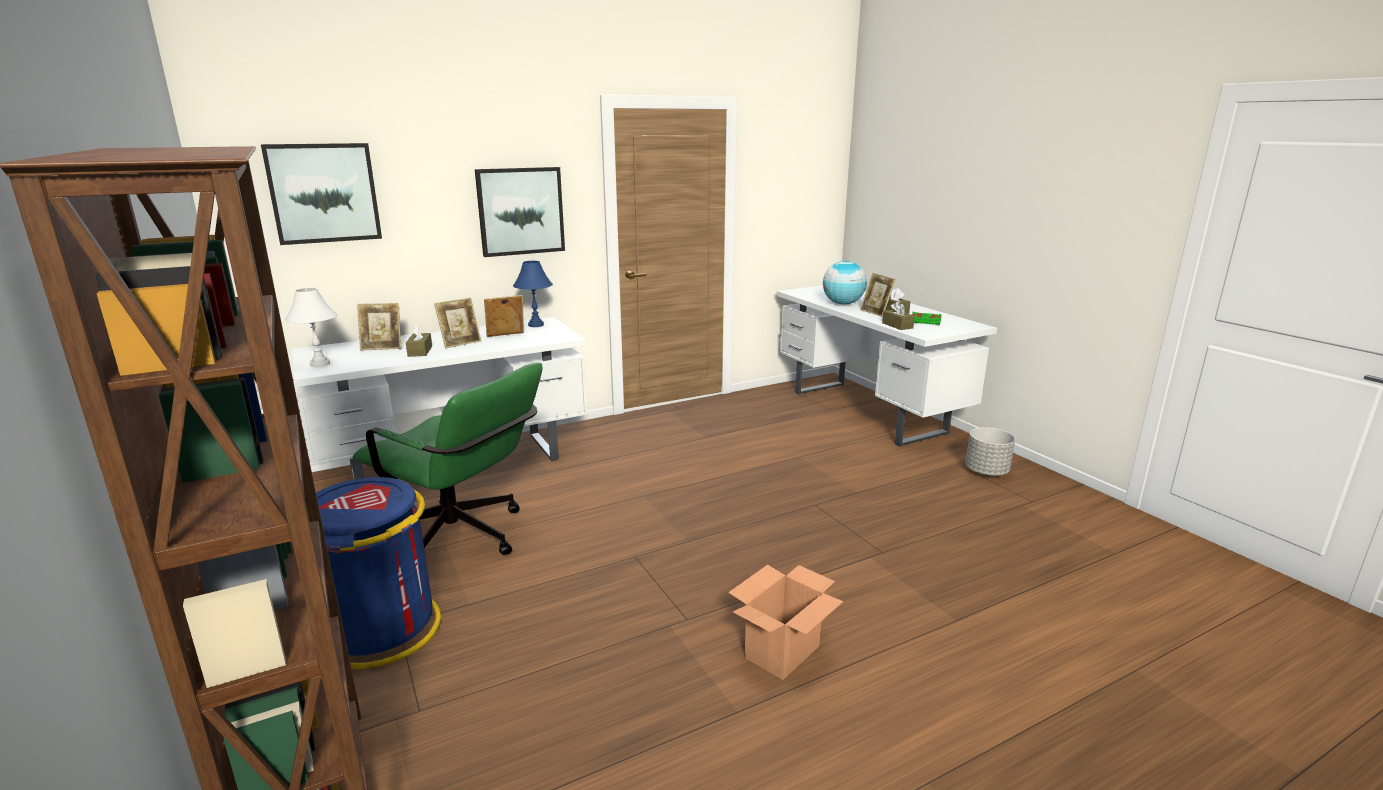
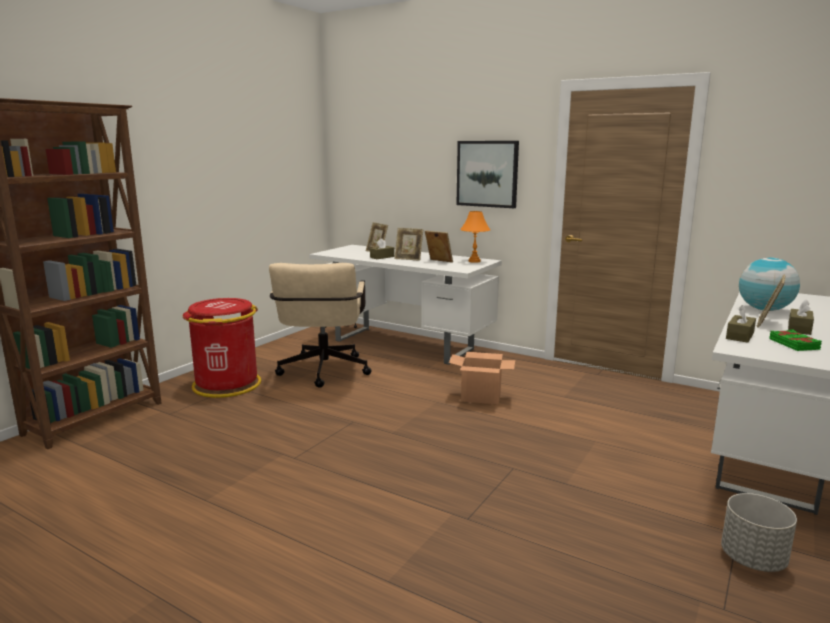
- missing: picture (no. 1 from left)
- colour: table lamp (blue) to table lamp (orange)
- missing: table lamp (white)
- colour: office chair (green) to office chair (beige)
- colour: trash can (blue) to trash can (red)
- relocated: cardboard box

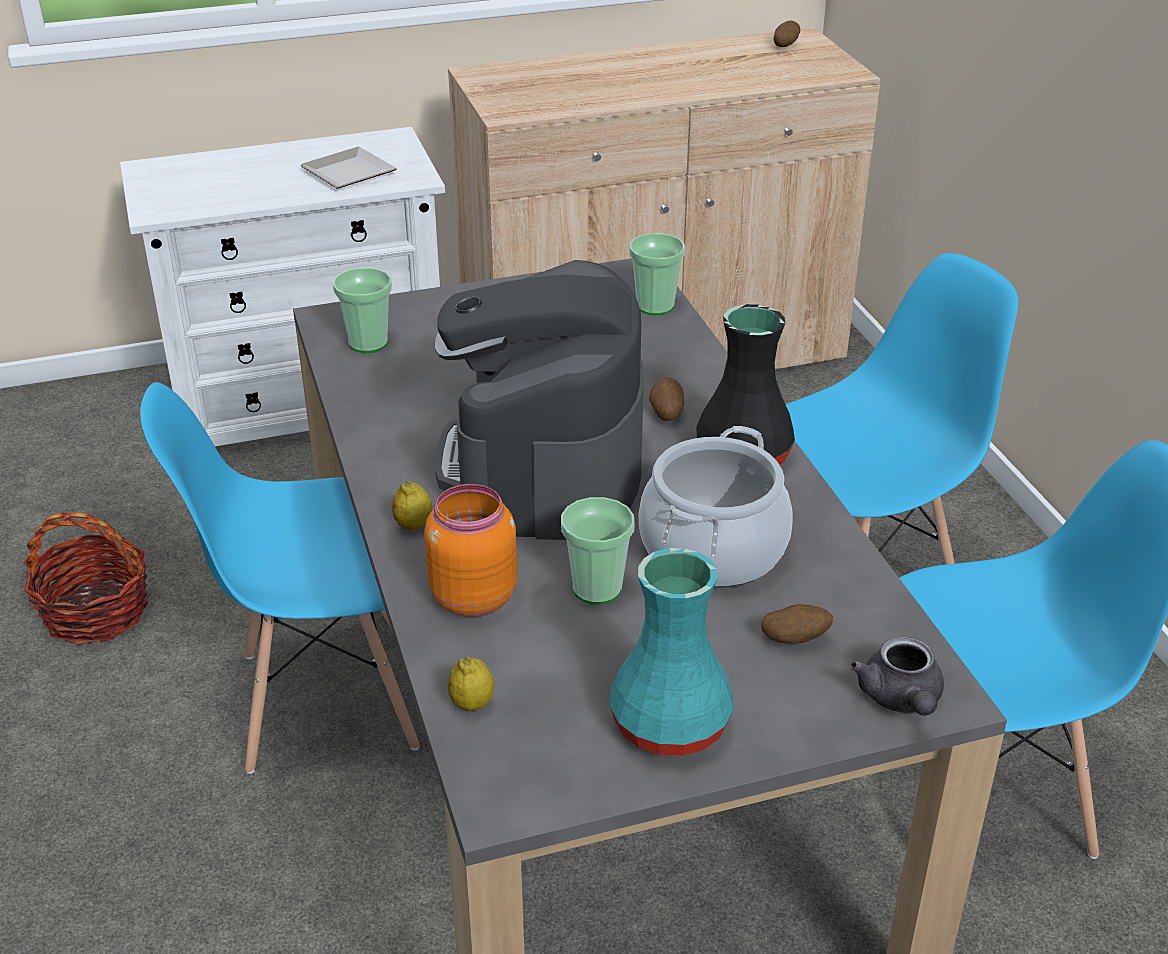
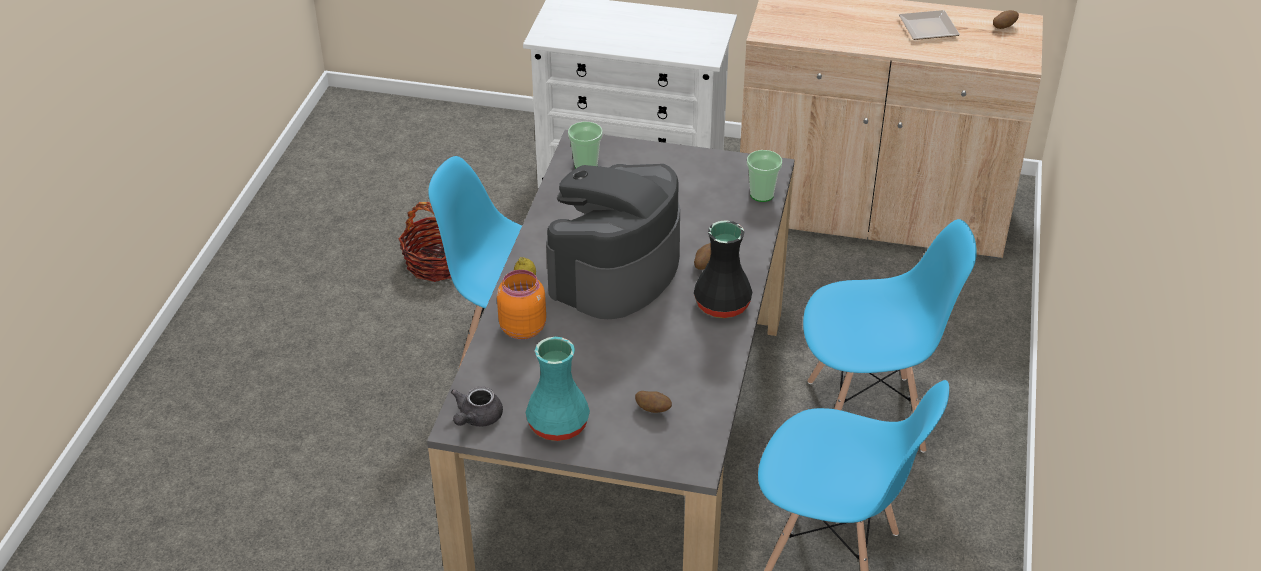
- relocated: plate
- missing: cooking pot
- missing: cup (no. 2 from left)
- relocated: teapot (grey)
- missing: lemon (no. 2 from left)

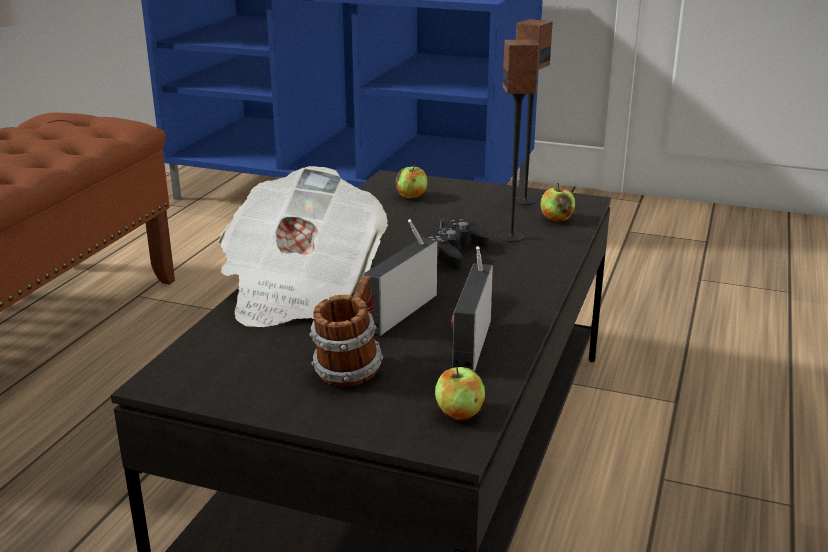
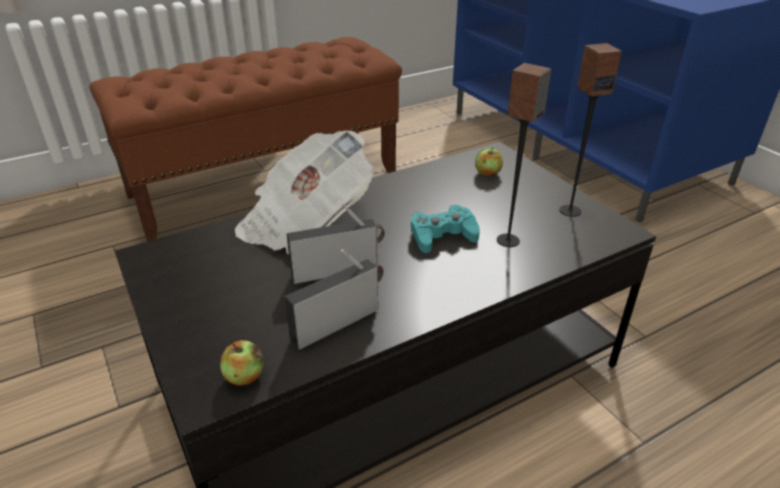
- missing: apple (no. 3 from left)
- colour: game controller (black) to game controller (turquoise)
- missing: mug

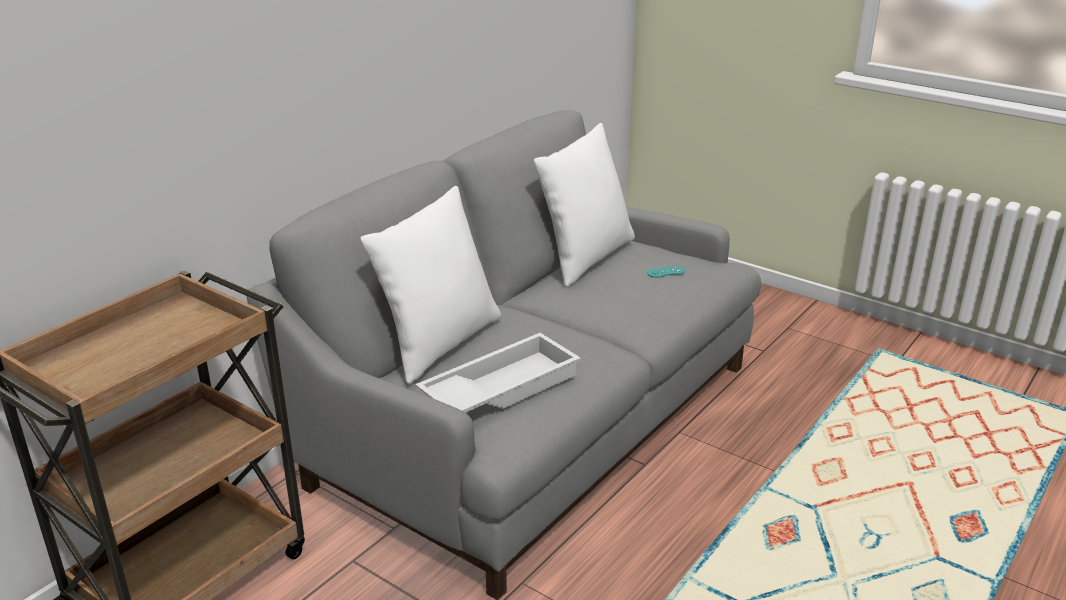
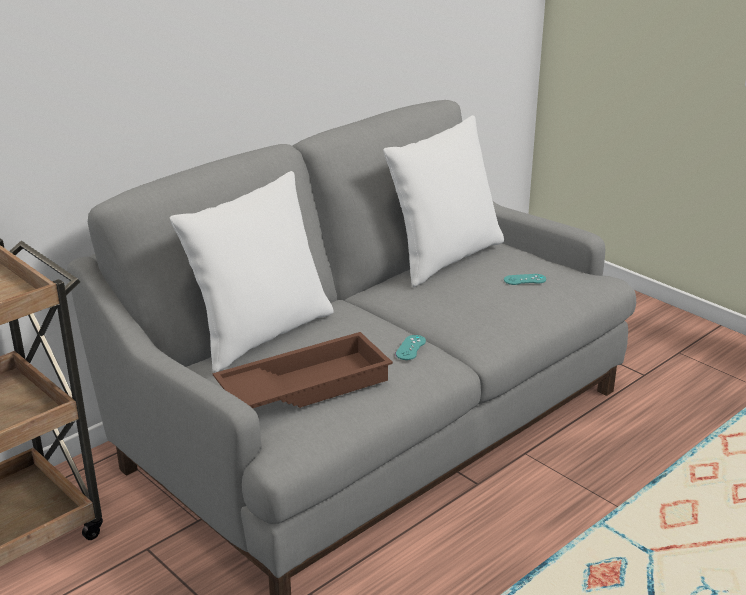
- colour: tray (white) to tray (brown)
- appeared: game controller (turquoise) (no. 1 from left)

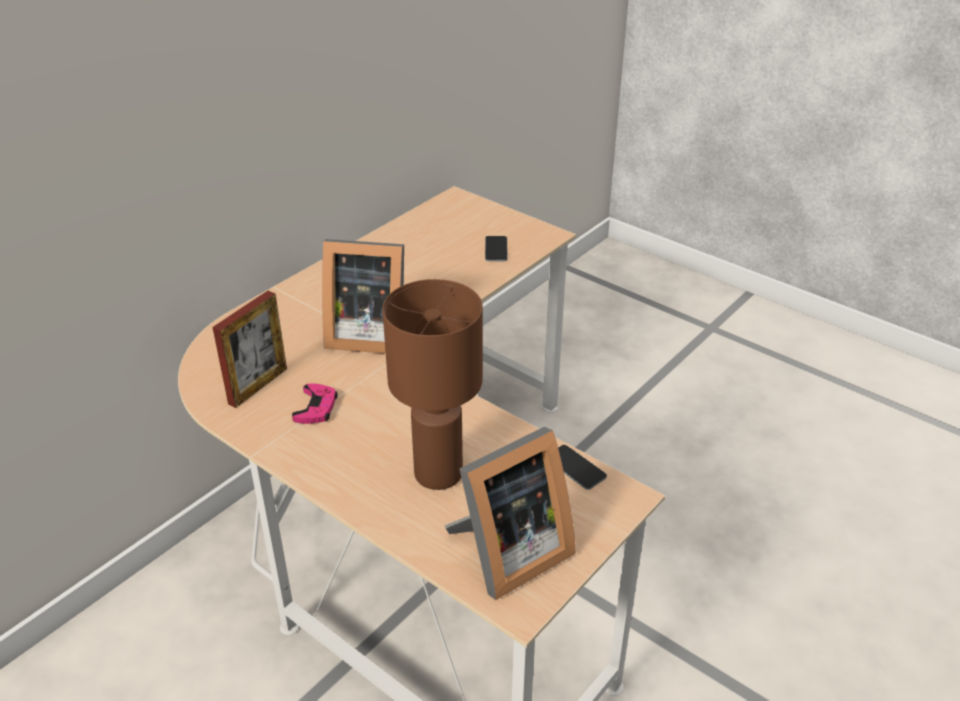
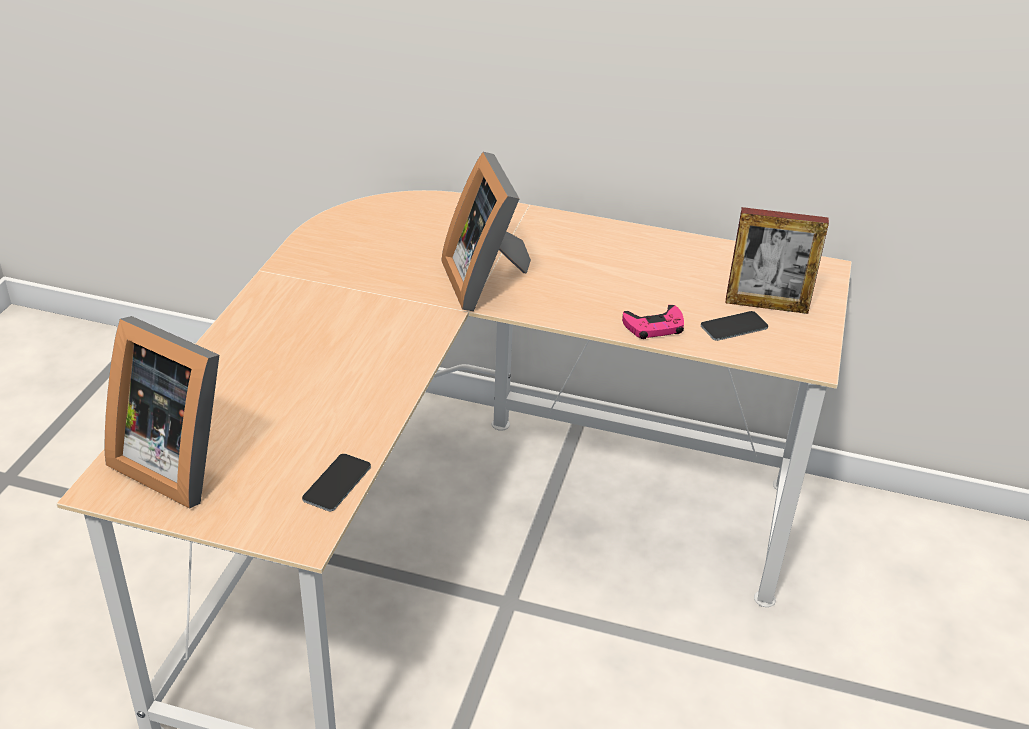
- missing: table lamp (brown)
- relocated: picture frame (no. 1 from left in the first image) to picture frame (no. 3 from left)
- relocated: game controller (pink)

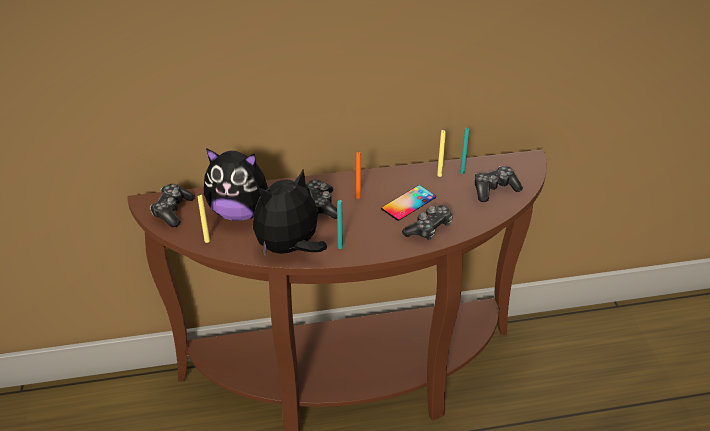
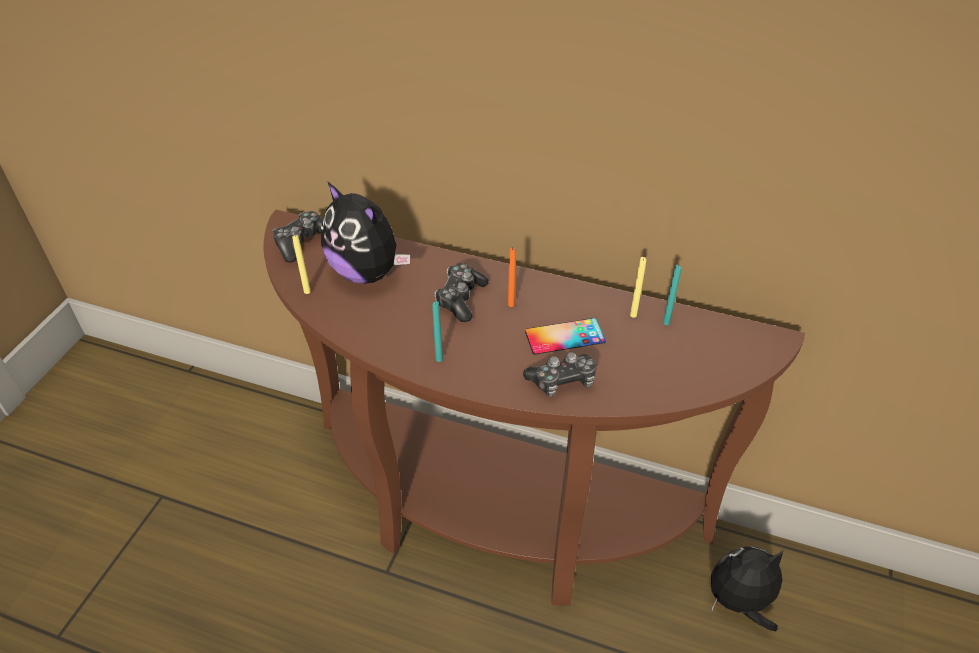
- missing: game controller (no. 4 from left)
- relocated: plush toy (no. 2 from left)

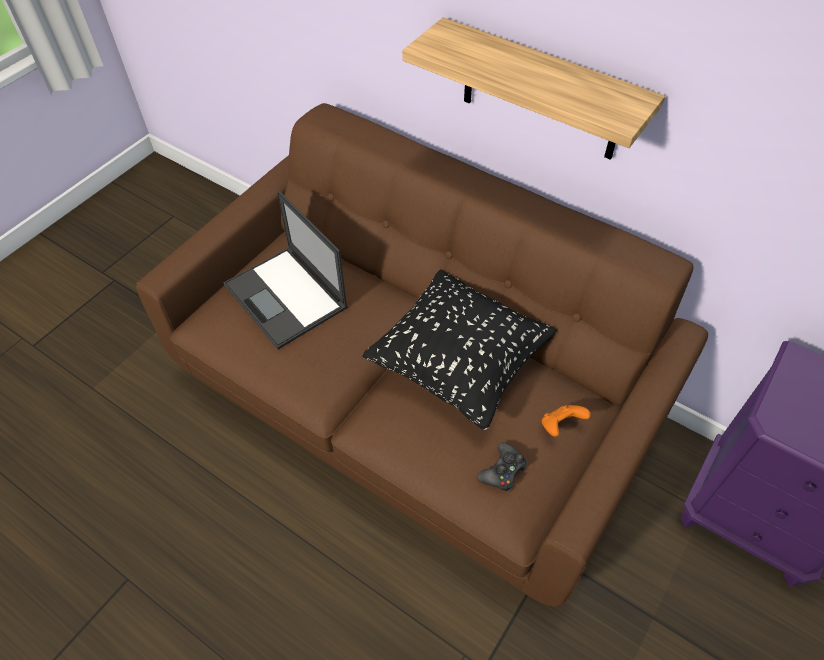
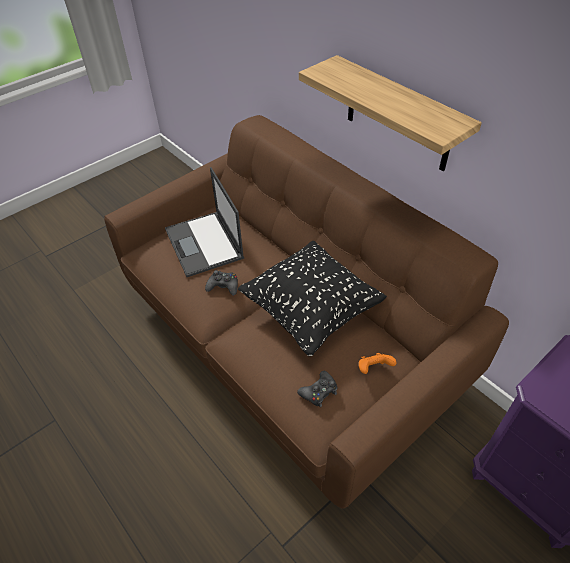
- appeared: game controller (black) (no. 1 from left)

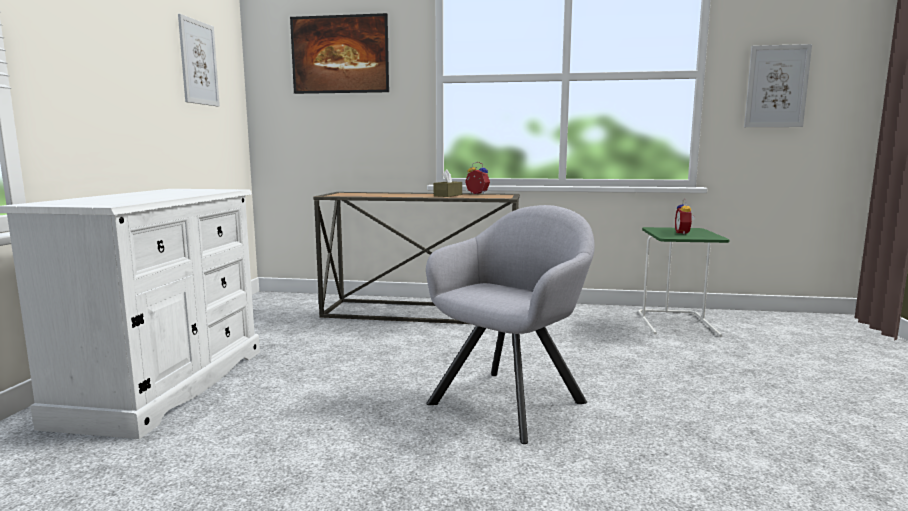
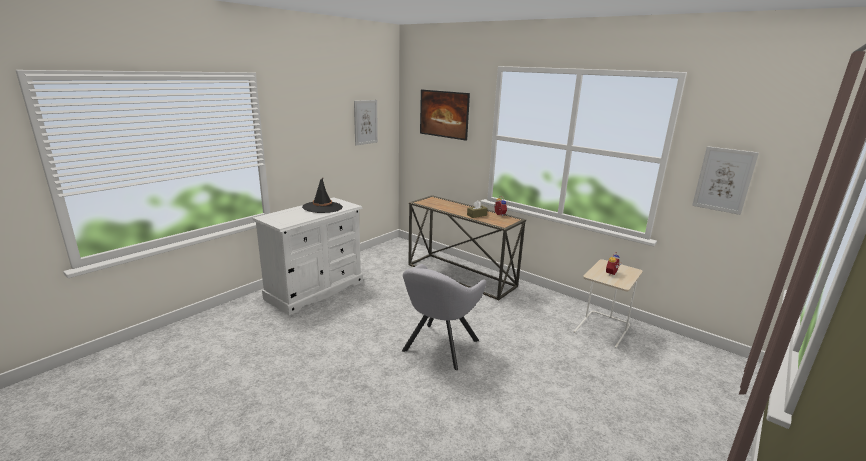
- spun: armchair (grey) 135 degrees clockwise
- colour: side table (green) to side table (beige)
- appeared: hat (black)

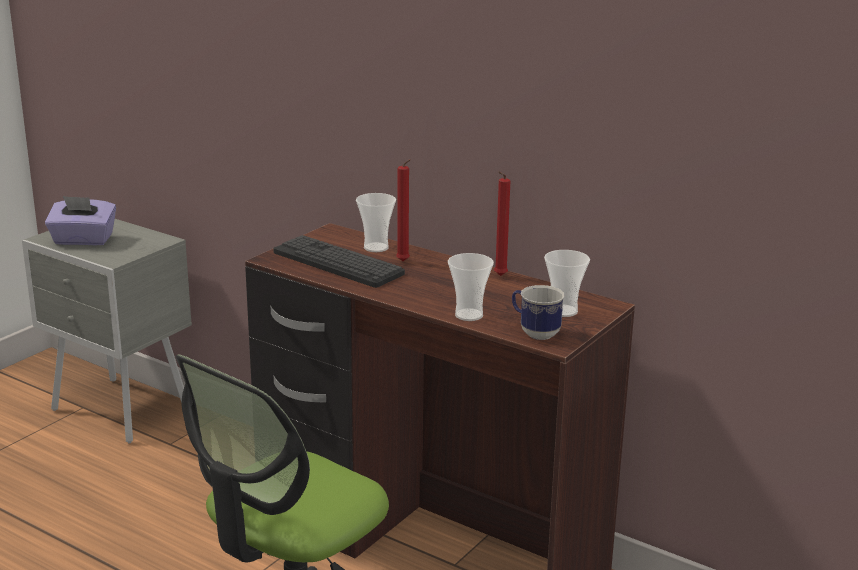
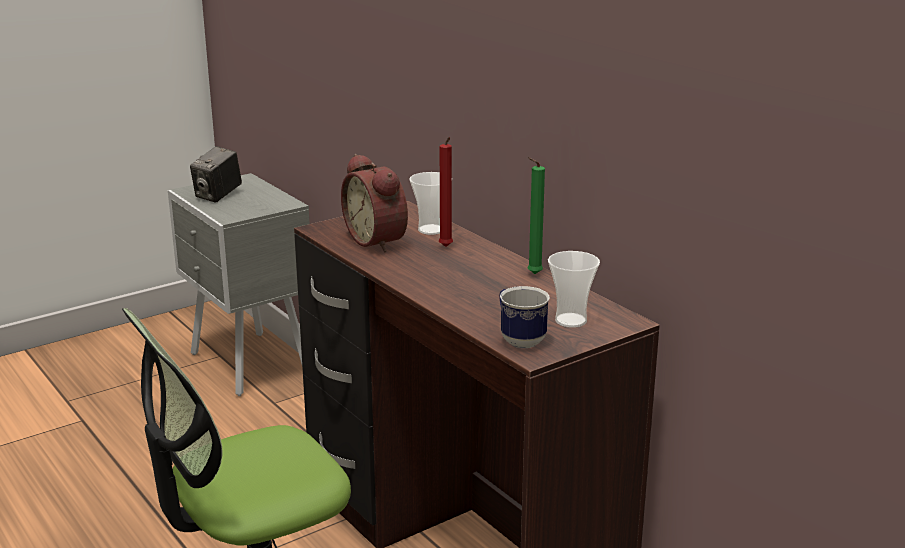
- colour: candle (red) (no. 2 from left) to candle (green)
- exchanged: tissue box (purple) to photo camera
- exchanged: keyboard to alarm clock
- missing: cup (no. 2 from left)

